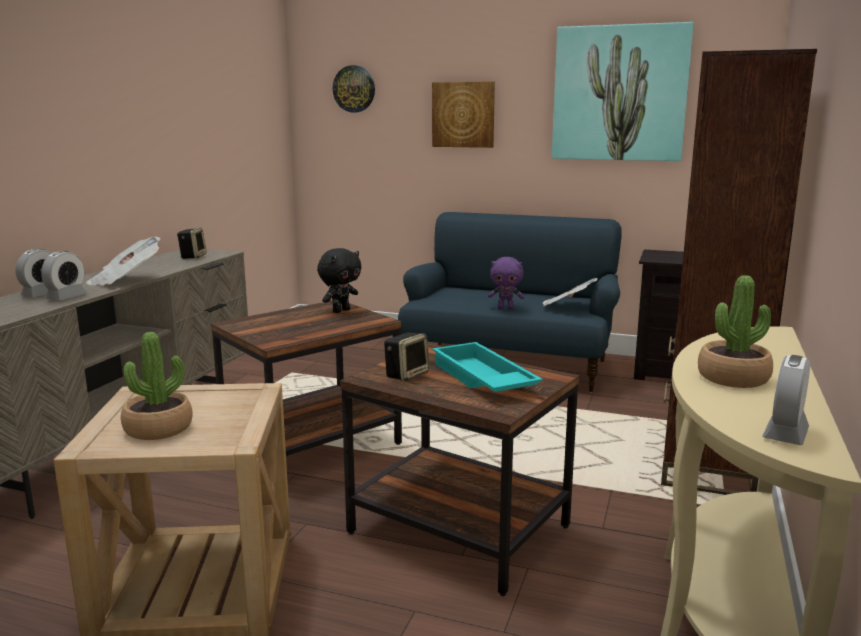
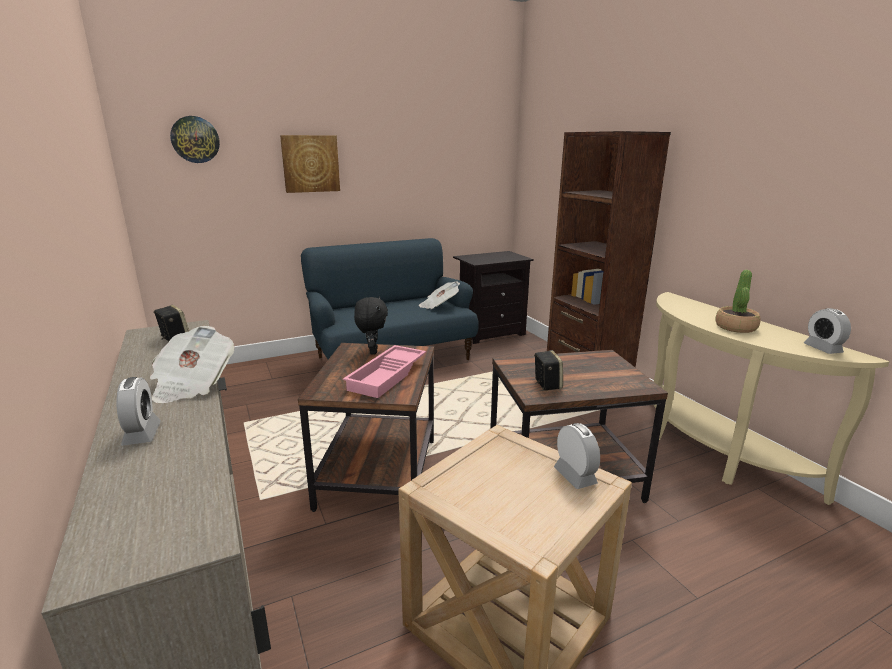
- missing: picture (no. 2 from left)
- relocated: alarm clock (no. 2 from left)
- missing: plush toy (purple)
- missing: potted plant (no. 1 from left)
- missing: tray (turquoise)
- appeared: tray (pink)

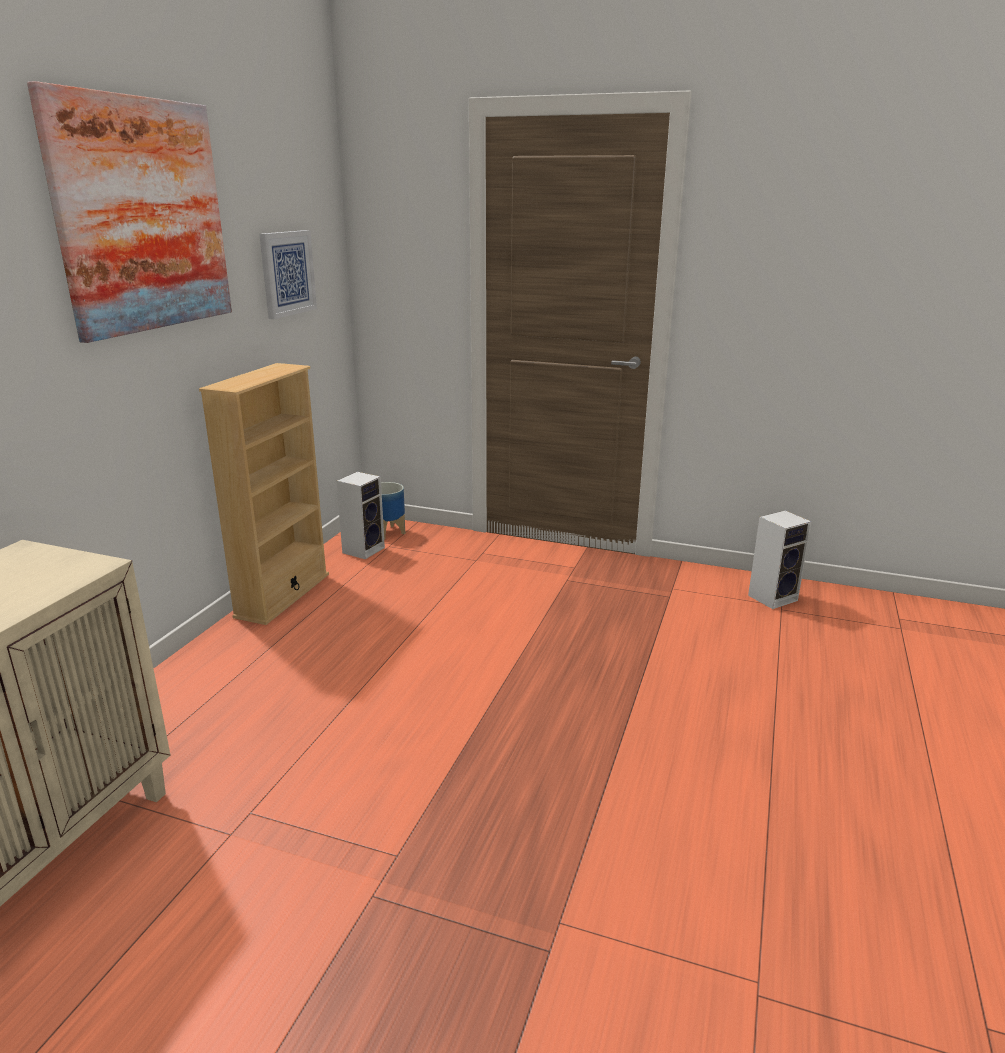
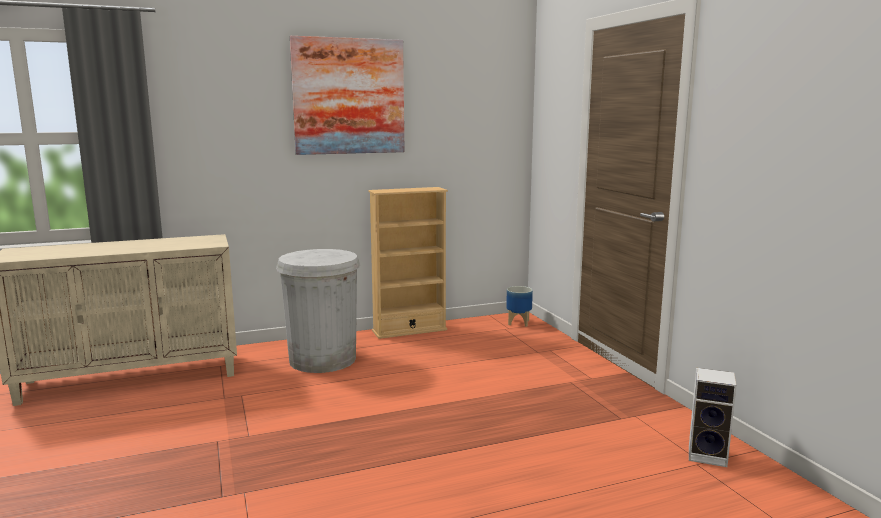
- missing: picture (no. 2 from left)
- missing: speaker (no. 1 from left)
- appeared: trash can (white)

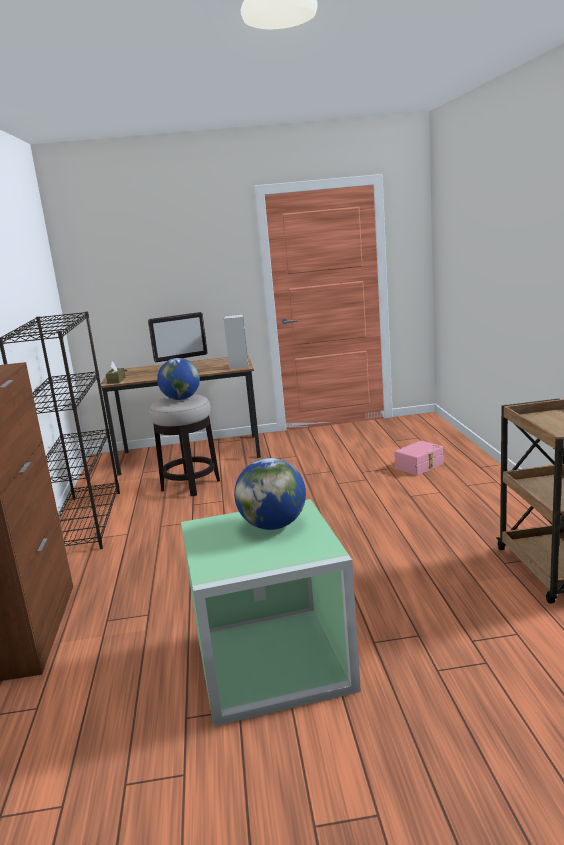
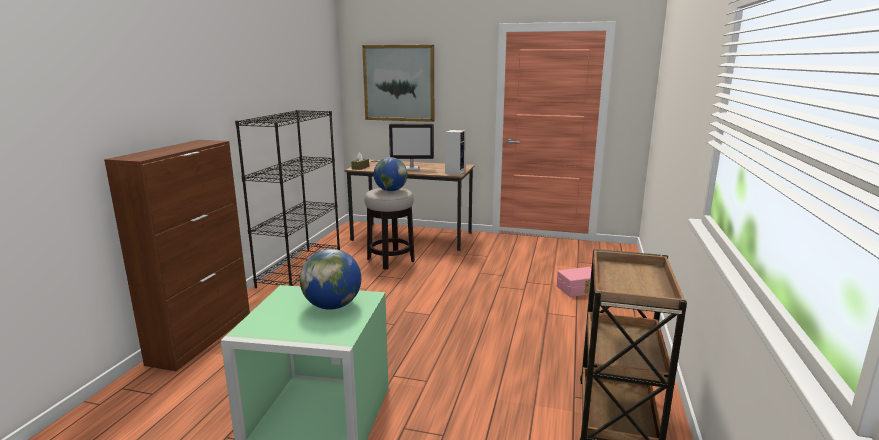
- appeared: picture

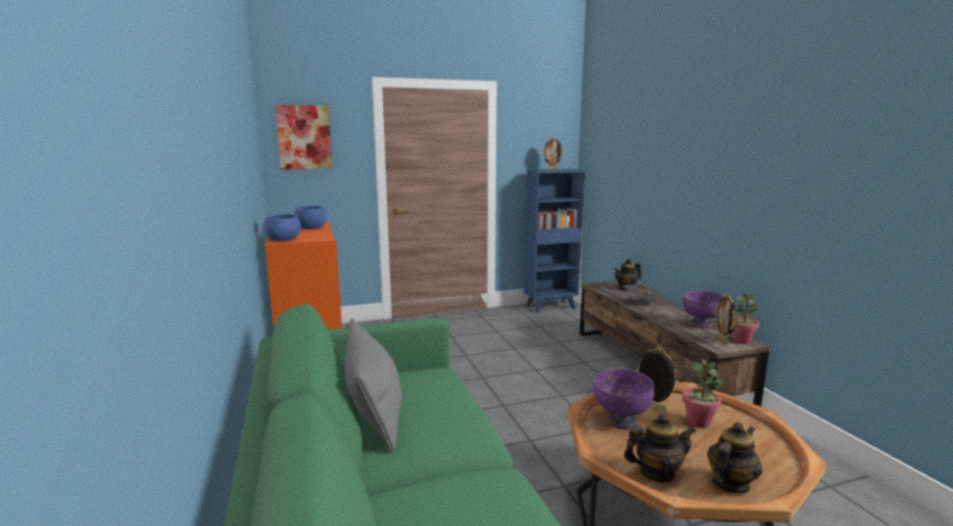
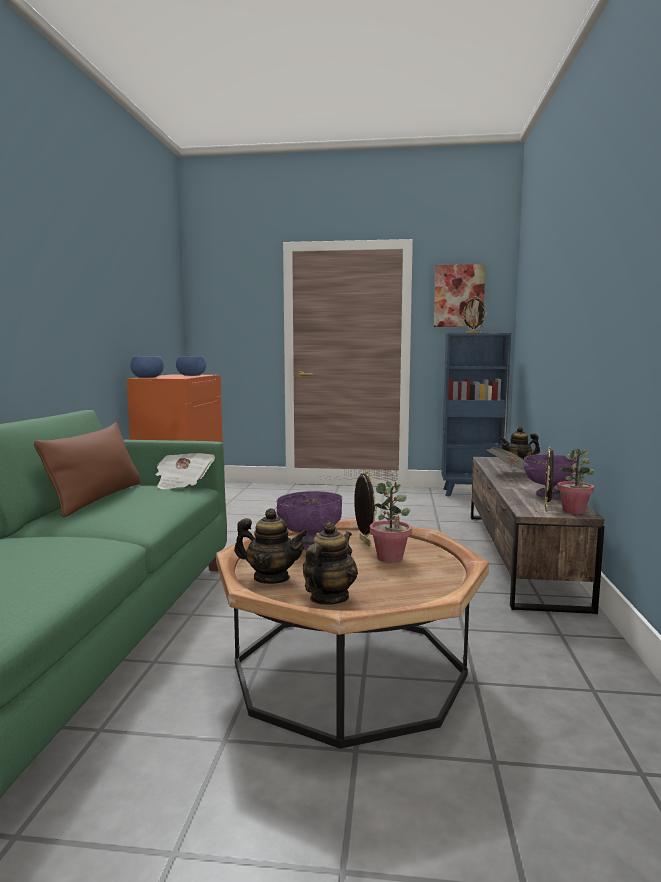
- relocated: picture
- colour: pillow (grey) to pillow (brown)
- spun: teapot (no. 3 from left in the first image) 45 degrees counterclockwise
- appeared: newspaper (no. 1 from left)

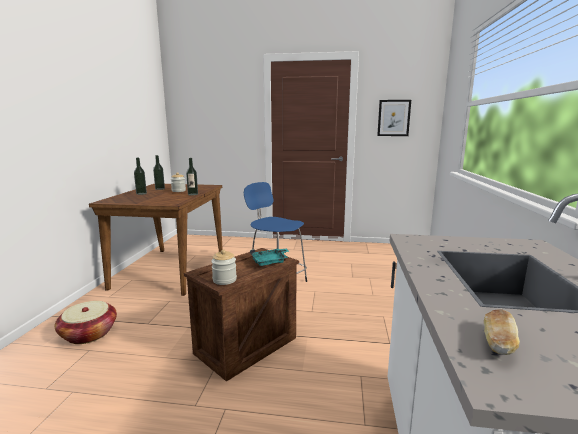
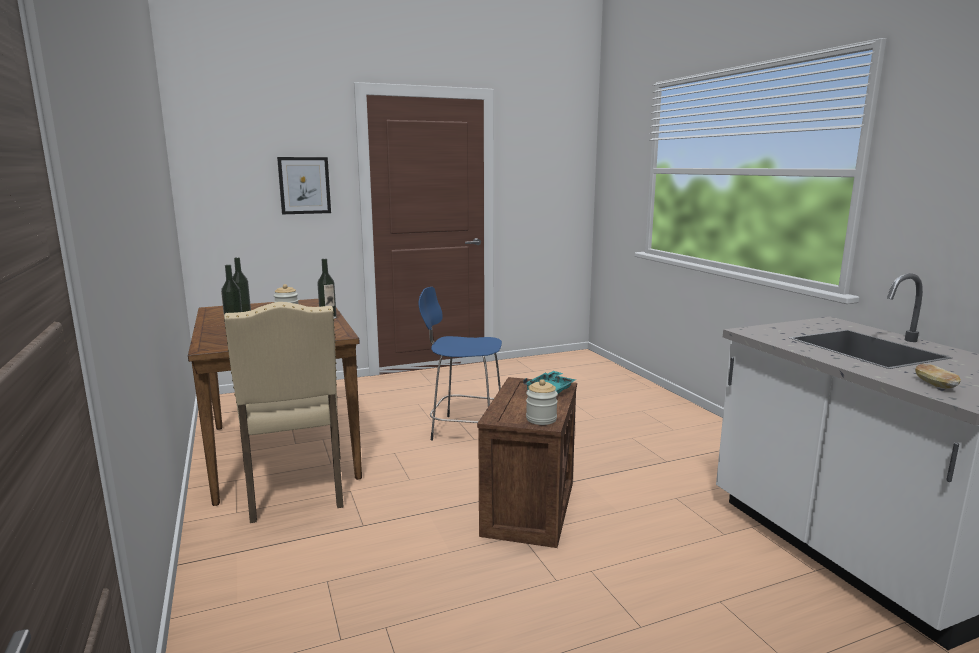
- relocated: picture
- missing: basket
- appeared: chair (beige)

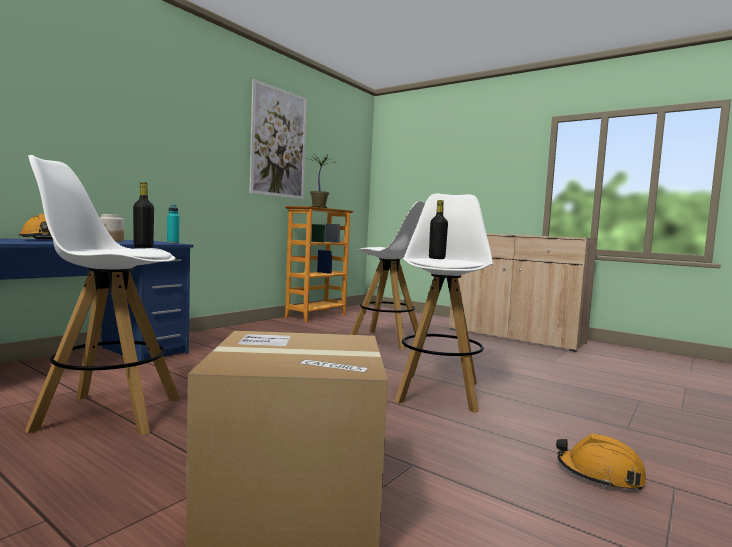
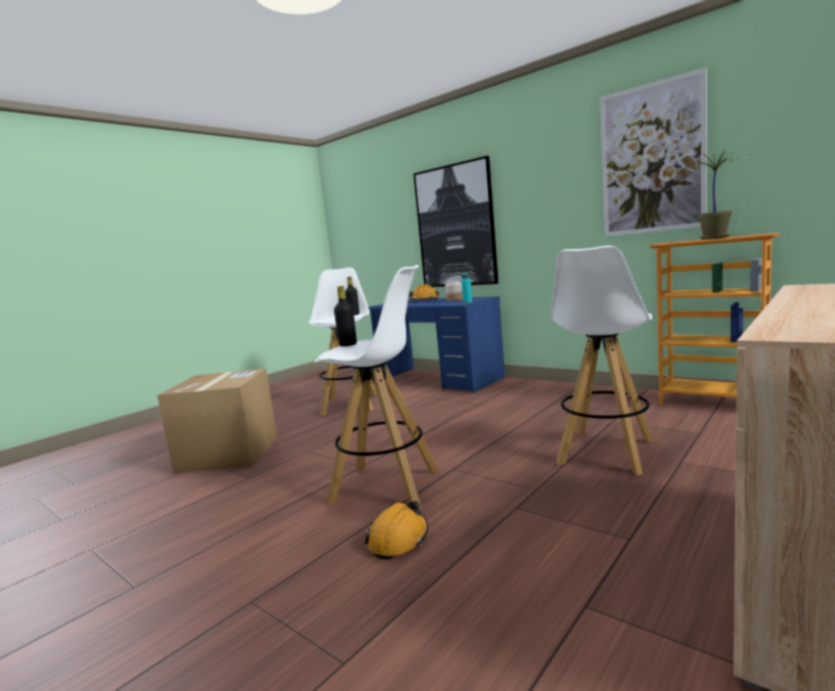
- relocated: hard hat (orange) (no. 2 from left in the first image) to hard hat (orange) (no. 1 from left)
- appeared: picture (no. 1 from left)

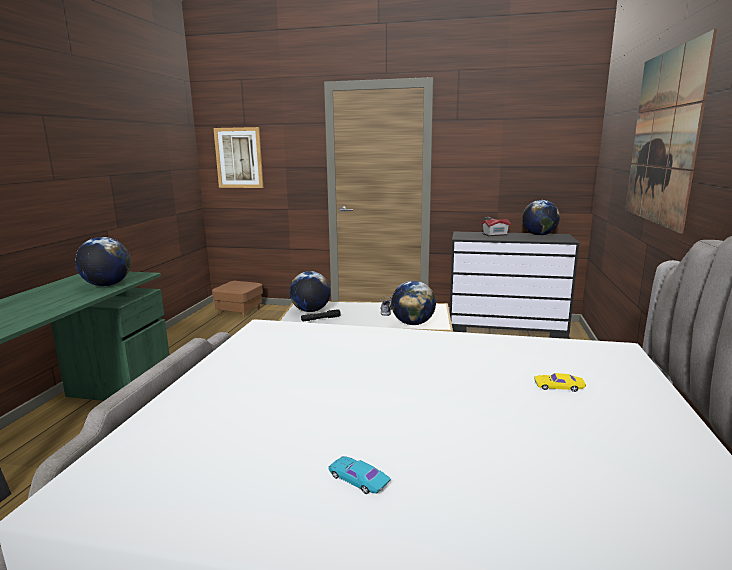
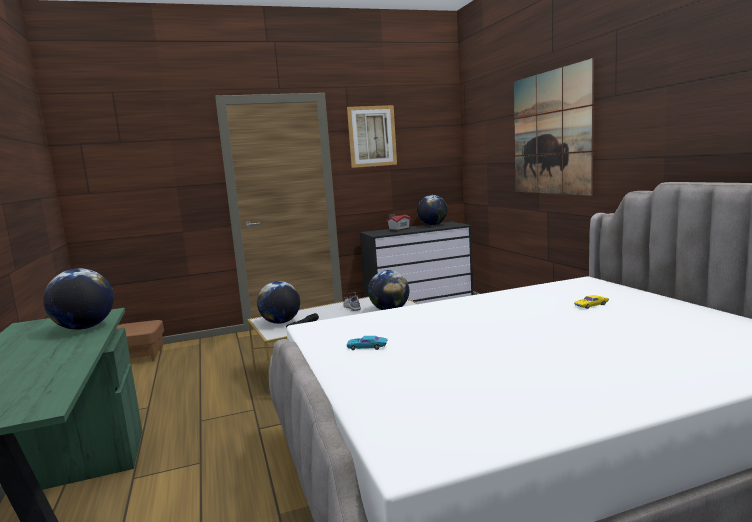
- relocated: picture (no. 1 from left)
- relocated: toy car (turquoise)

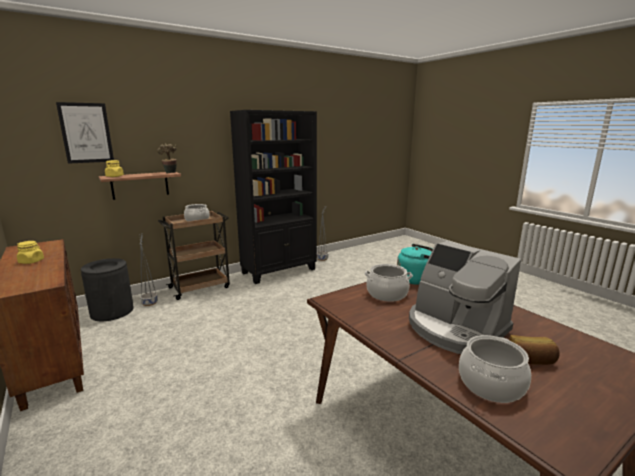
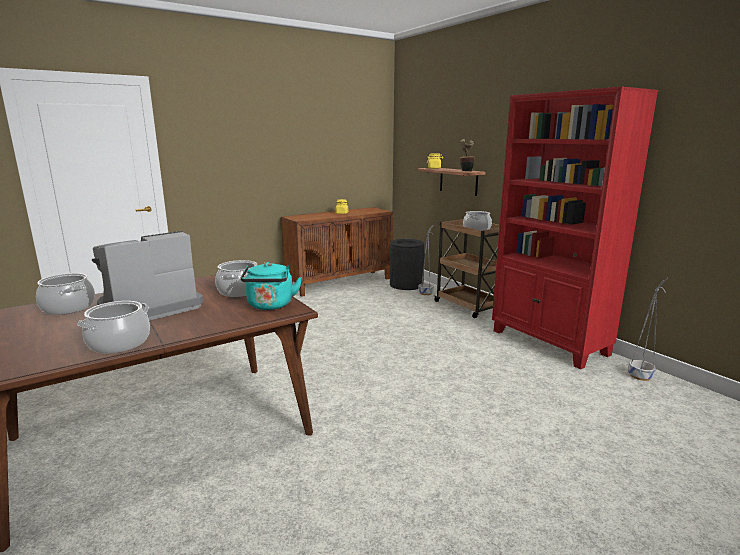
- missing: picture
- colour: bookcase (black) to bookcase (red)
- missing: bread
- appeared: cooking pot (no. 2 from left)

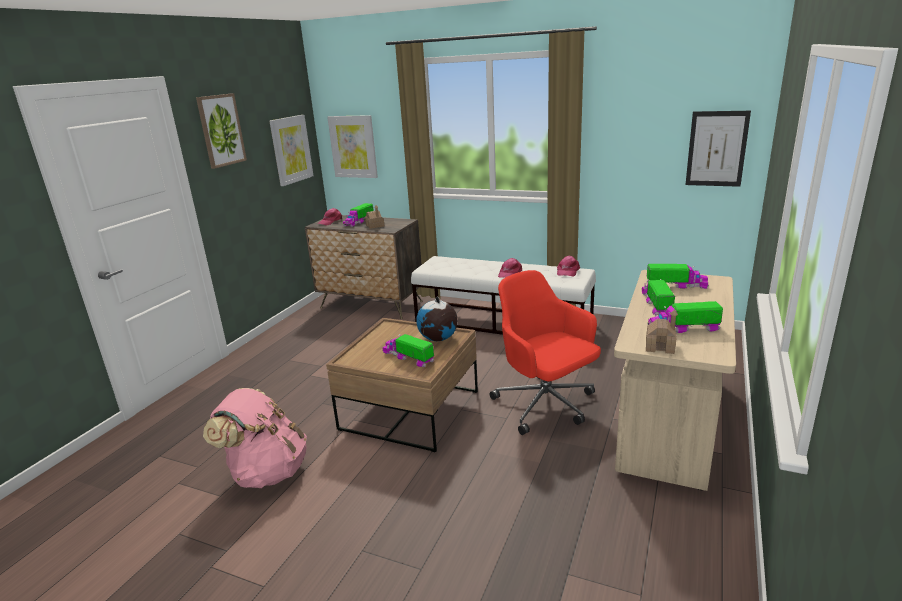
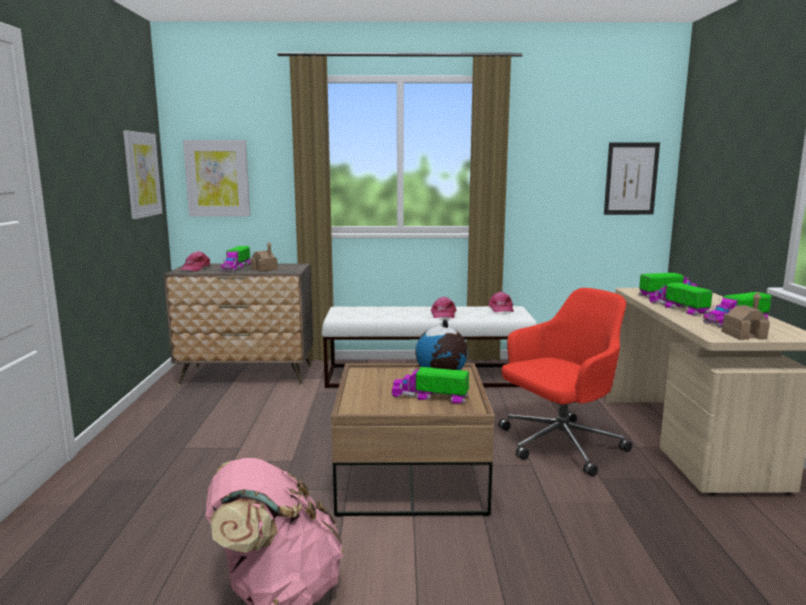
- missing: picture (no. 1 from left)
- spun: office chair (red) 120 degrees clockwise

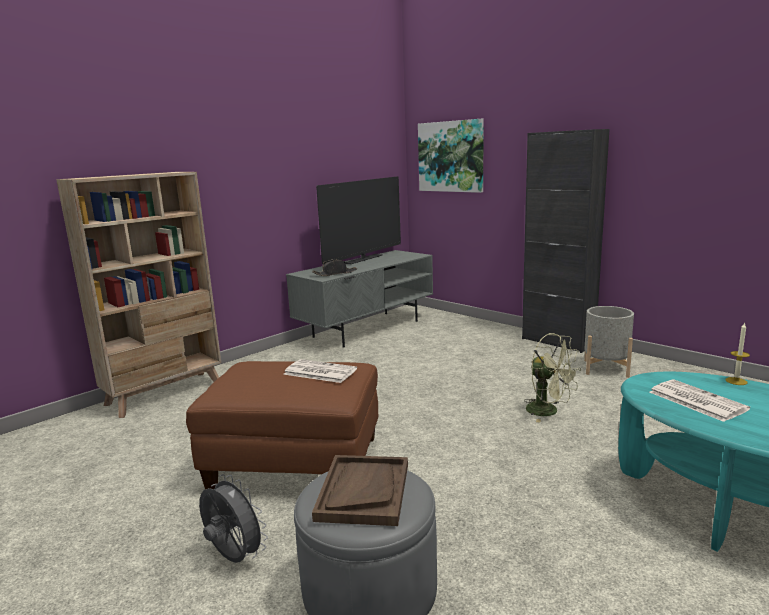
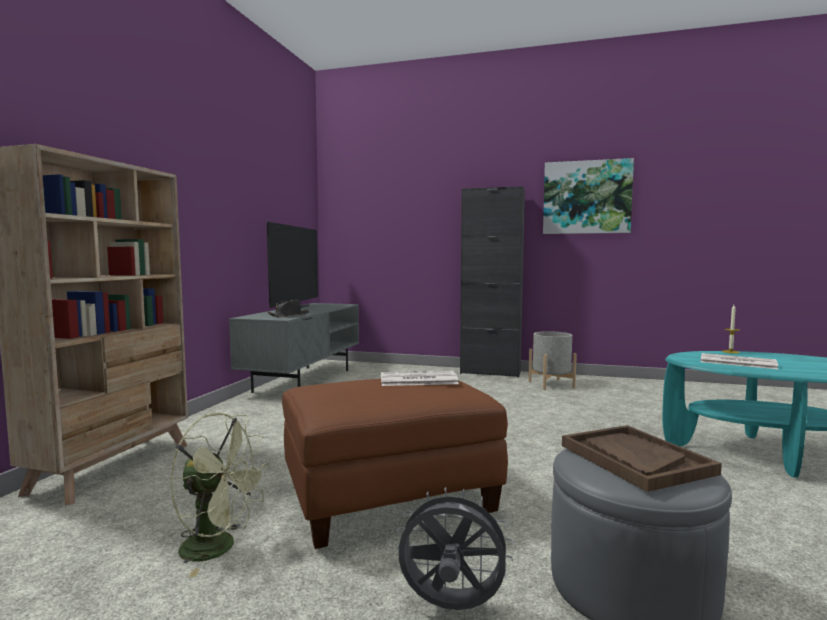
- relocated: picture
- relocated: fan (green)

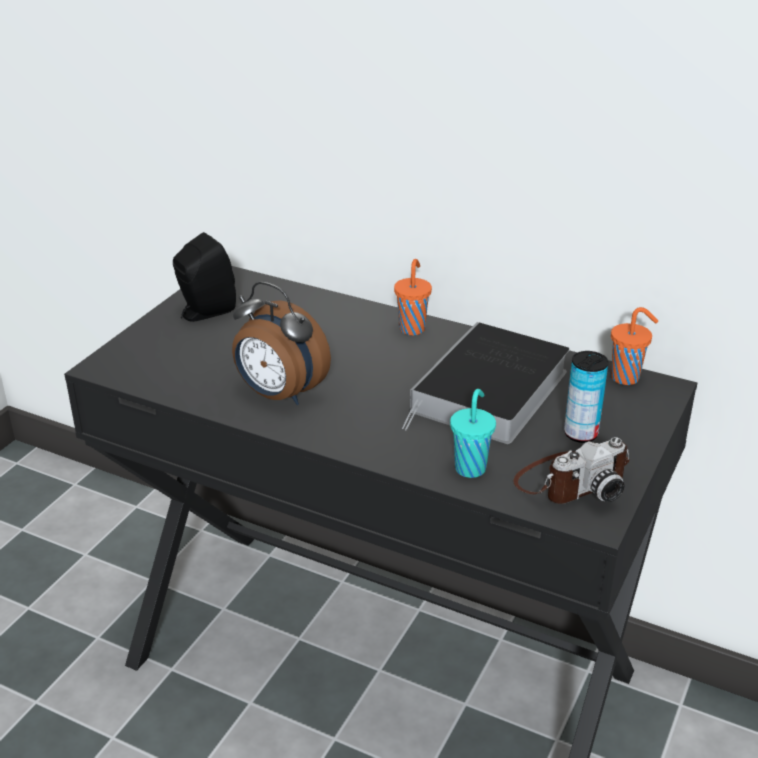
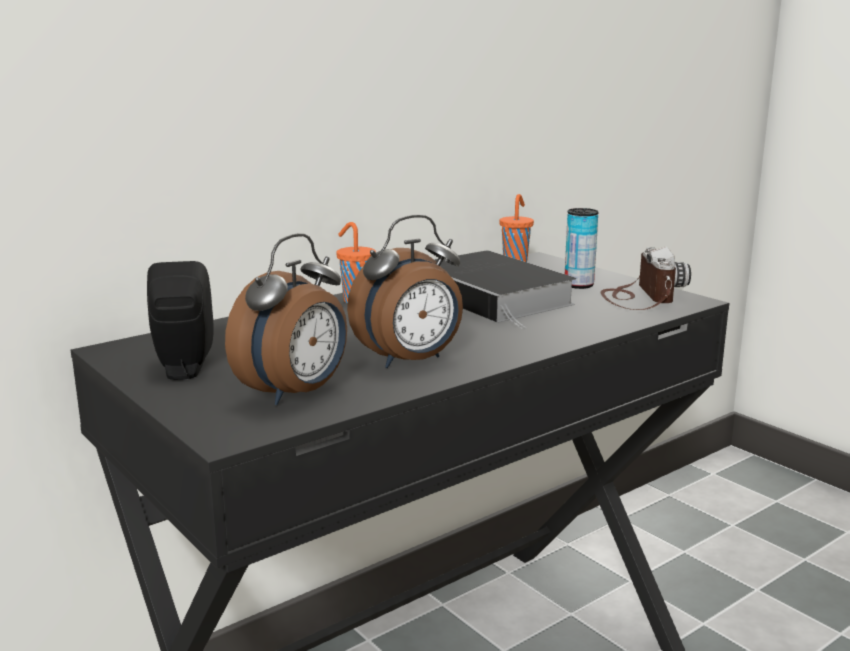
- missing: cup (turquoise)
- appeared: alarm clock (no. 1 from left)

